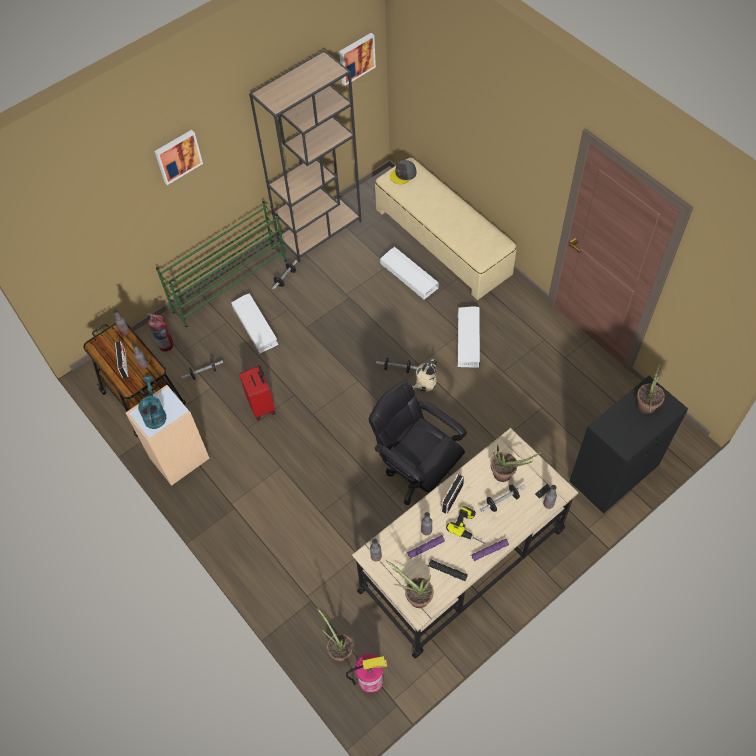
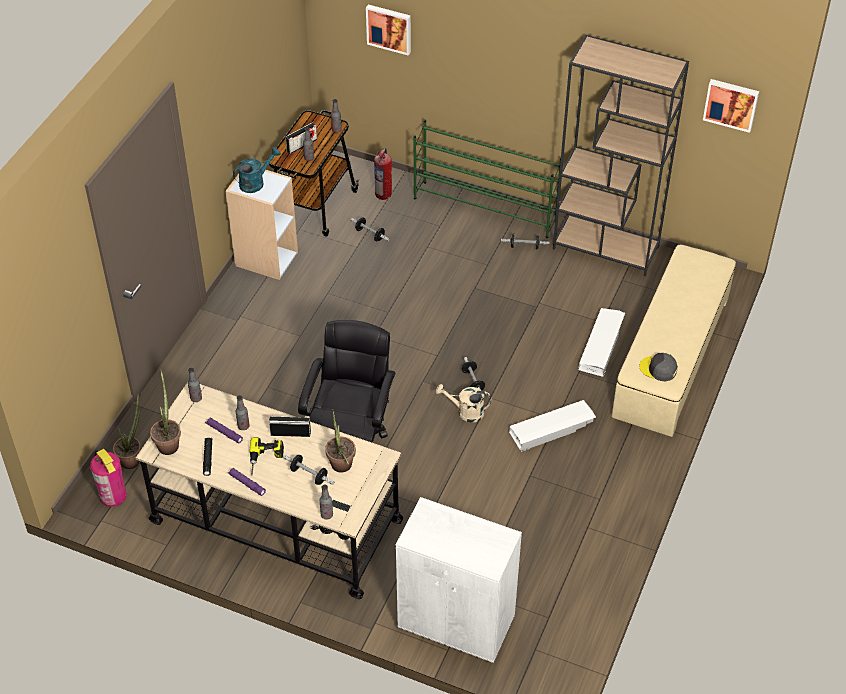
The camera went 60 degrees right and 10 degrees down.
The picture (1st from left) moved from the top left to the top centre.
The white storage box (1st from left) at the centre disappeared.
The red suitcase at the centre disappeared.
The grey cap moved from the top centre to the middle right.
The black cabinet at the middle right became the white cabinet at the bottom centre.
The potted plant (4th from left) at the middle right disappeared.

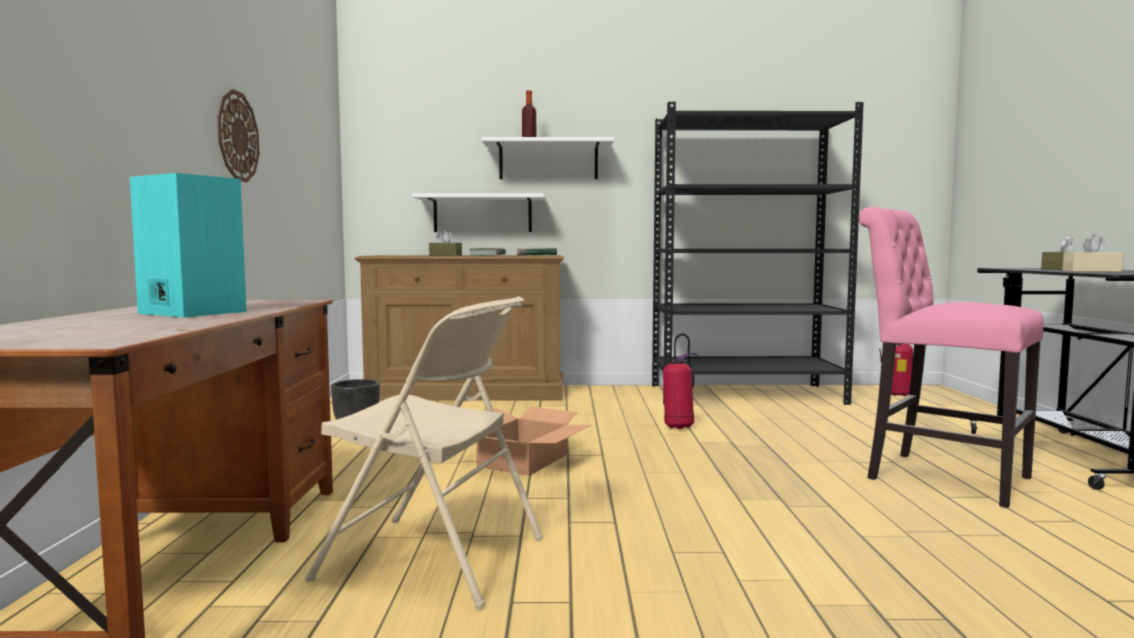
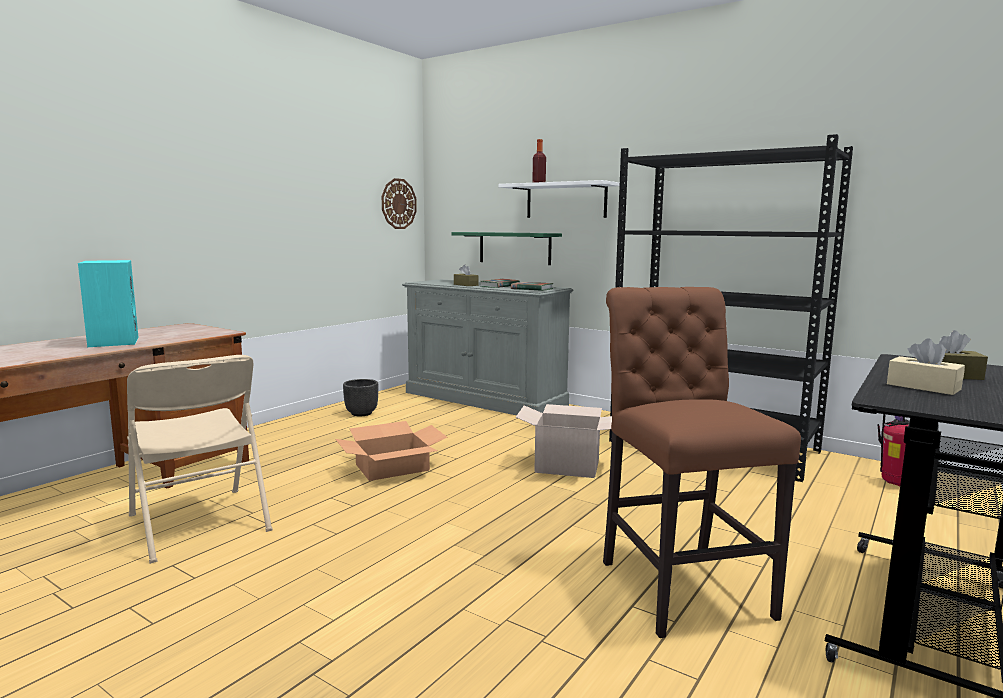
The camera went 35 degrees right and 5 degrees up.
The wall clock moved from the top left to the top centre.
The brown cabinet at the centre became the grey cabinet at the centre.
The white shelf (1st from left) at the top centre became the green shelf at the centre.
The fire extinguisher (1st from left) at the centre was replaced by the cardboard box (2nd from left) at the centre.
The pink stool at the middle right became the brown stool at the middle right.

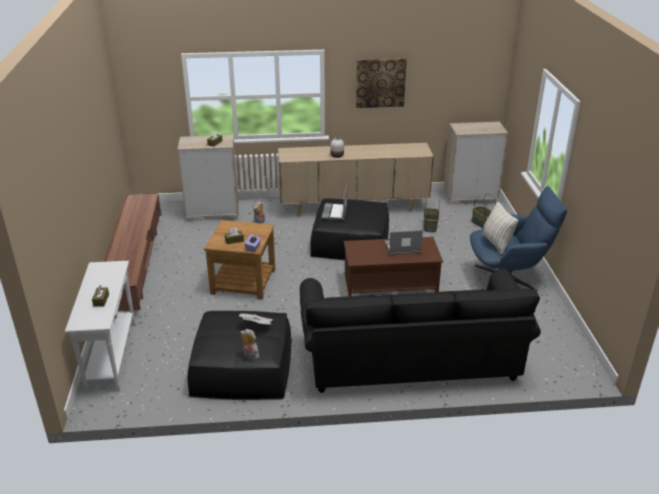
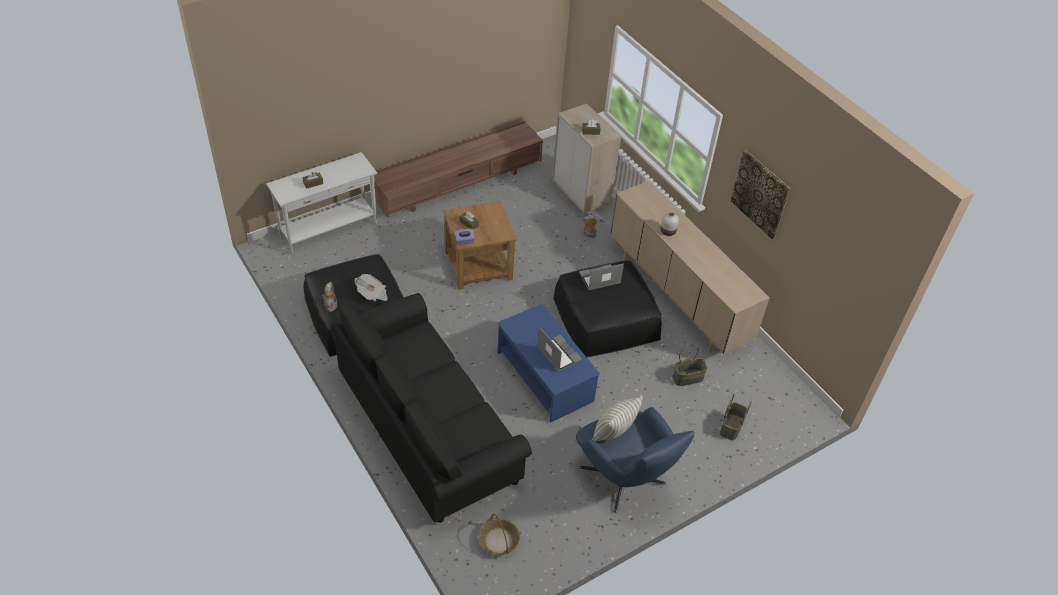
The camera went 60 degrees right and 15 degrees up.
The brown coffee table at the centre became the blue coffee table at the centre.
The beige cabinet (3rd from left) at the top right disappeared.
The basket (1st from left) at the bottom centre appeared.

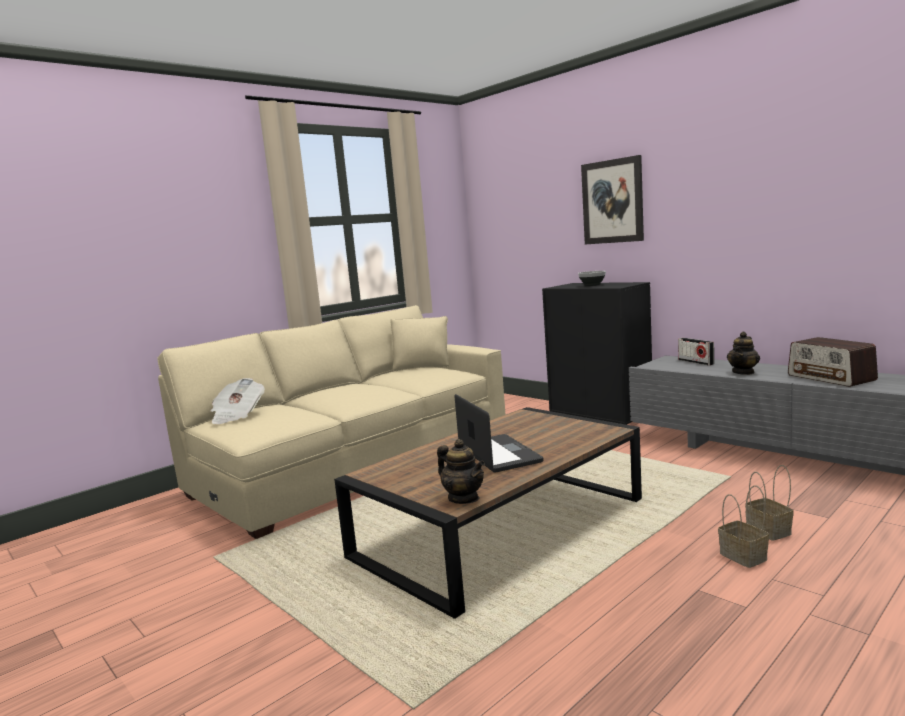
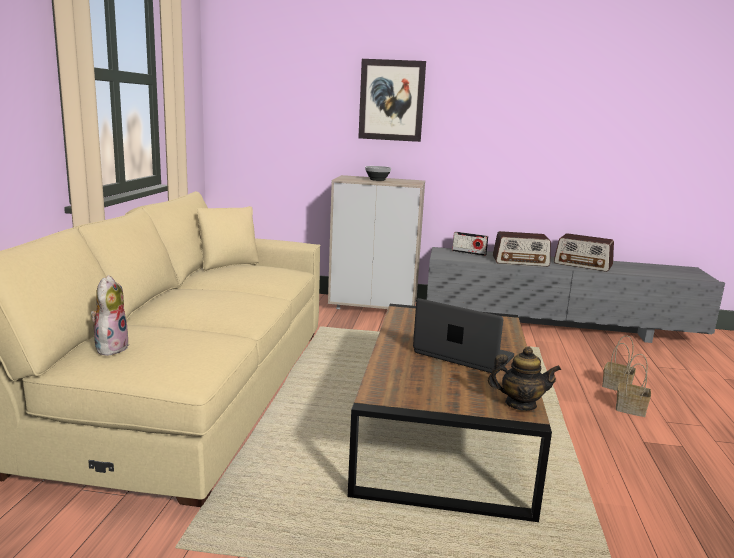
The camera went 40 degrees left and 5 degrees up.
The newspaper at the middle left was replaced by the plush toy at the middle left.
The black cabinet at the centre became the beige cabinet at the centre.
The teapot (2nd from left) at the middle right was replaced by the radio (2nd from left) at the middle right.

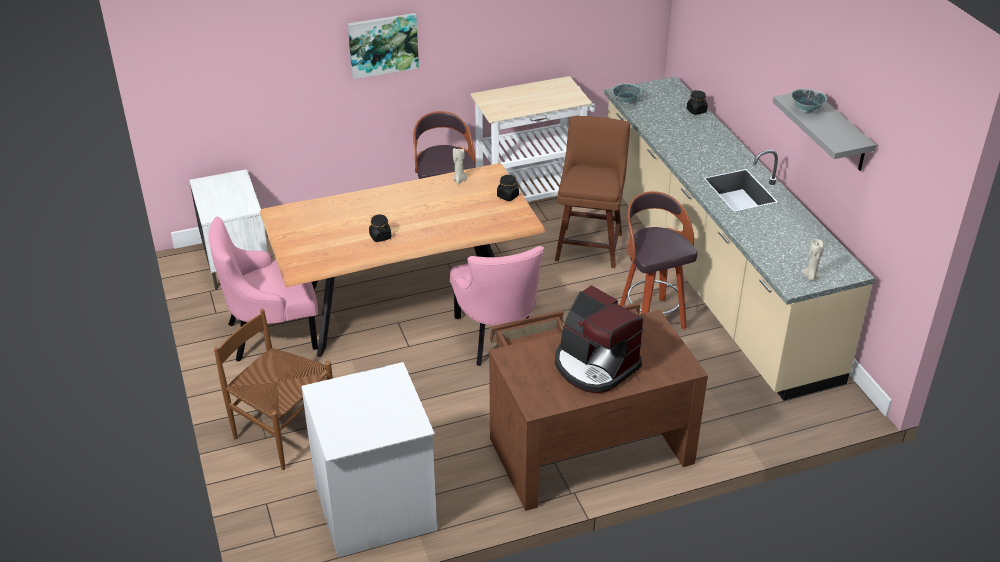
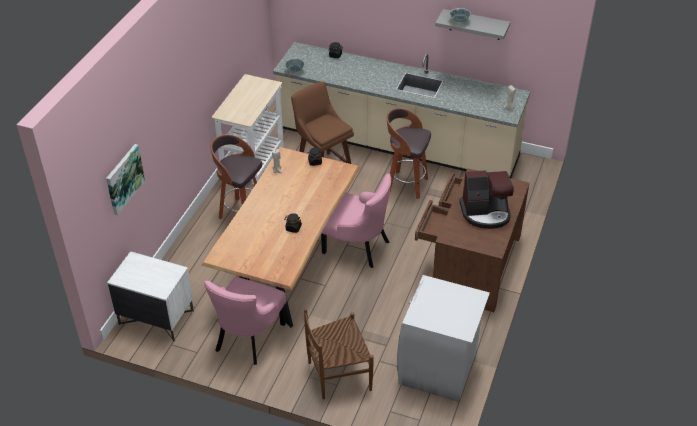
The camera went 50 degrees left and 5 degrees up.
The picture moved from the top centre to the middle left.

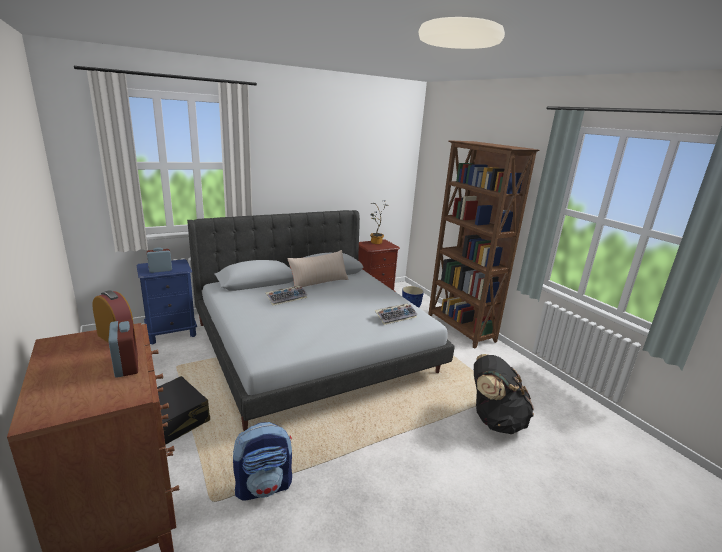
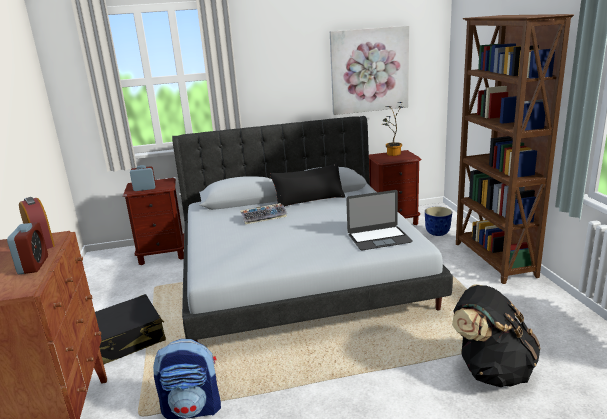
The camera went 20 degrees right and 0 degrees up.
The blue nightstand at the middle left became the brown nightstand (1st from left) at the middle left.
The beige pillow at the centre became the black pillow at the centre.
The keyboard (2nd from left) at the centre was replaced by the laptop at the centre.
The picture at the top centre appeared.

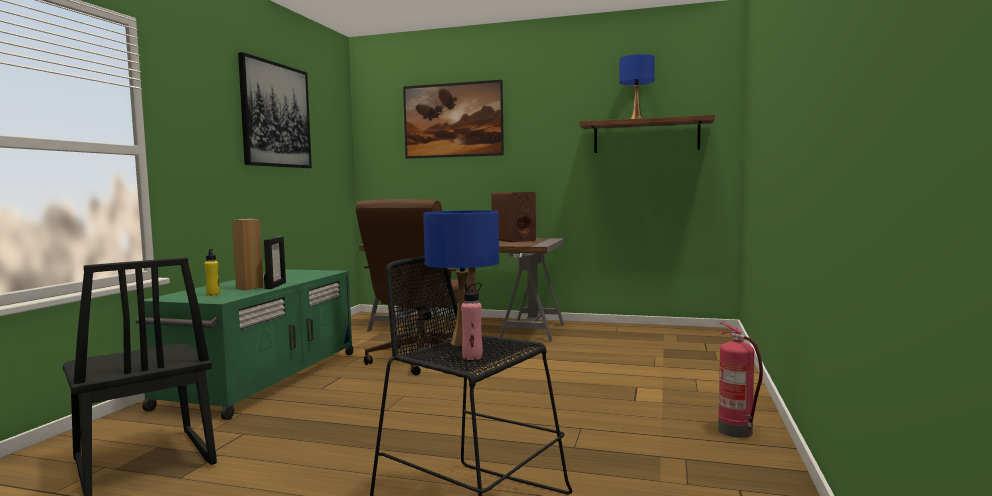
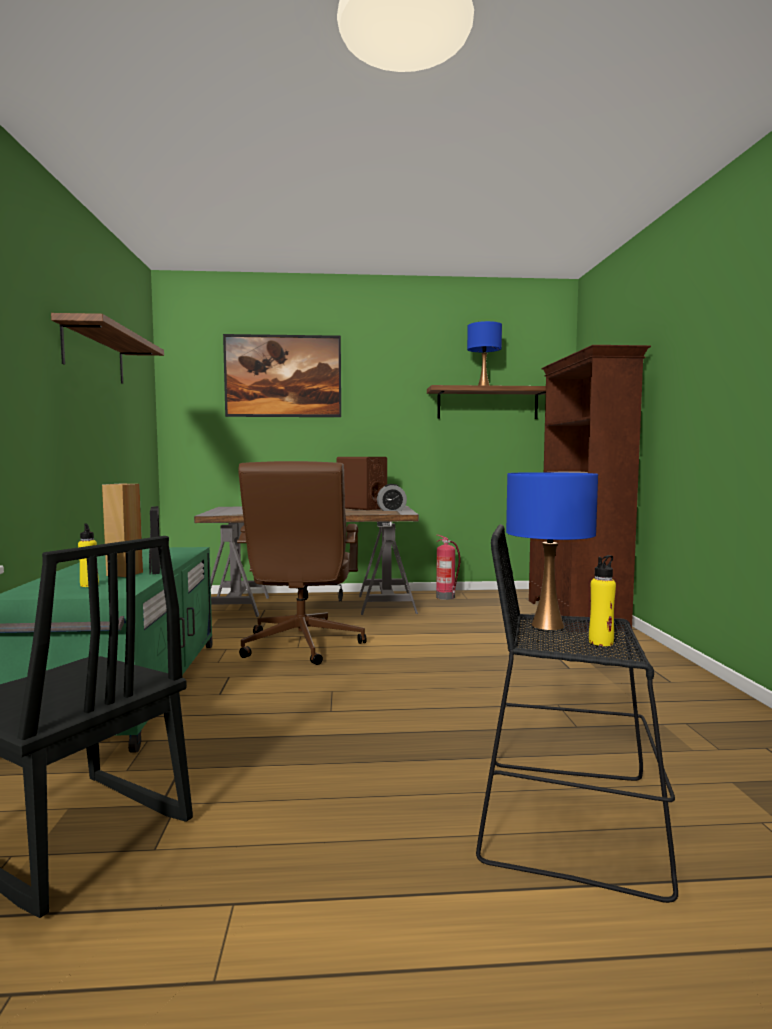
The camera went 20 degrees left and 0 degrees up.
The picture (1st from left) at the top left was replaced by the shelf (1st from left) at the middle left.
The pink bottle at the centre became the yellow bottle (2nd from left) at the middle right.
The fire extinguisher moved from the bottom right to the centre.
The alarm clock at the centre appeared.
The brown bookcase at the middle right appeared.

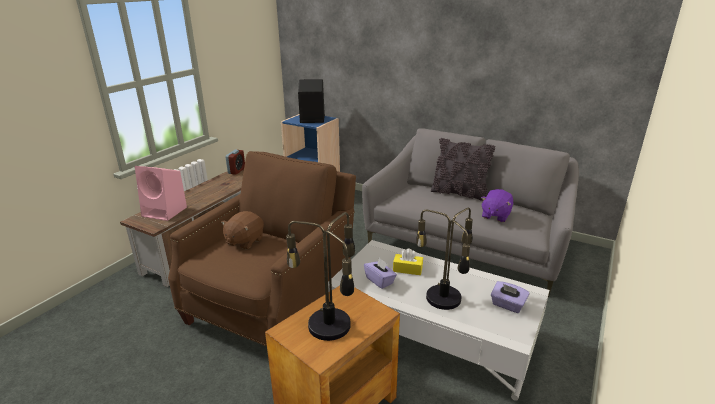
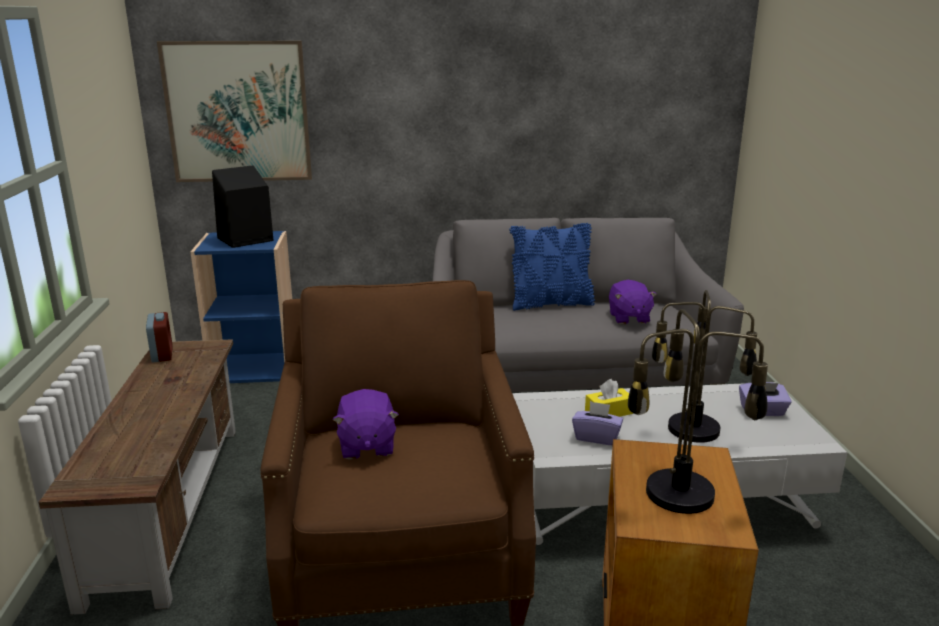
The camera went 35 degrees left and 5 degrees down.
The pink speaker at the middle left disappeared.
The brown plush toy at the centre became the purple plush toy (1st from left) at the bottom centre.
The black pillow at the centre became the blue pillow at the centre.
The picture at the top left appeared.

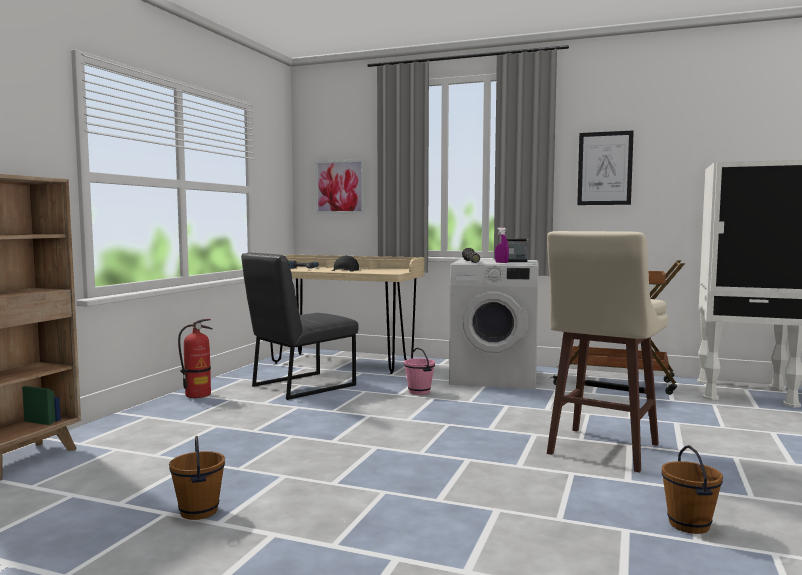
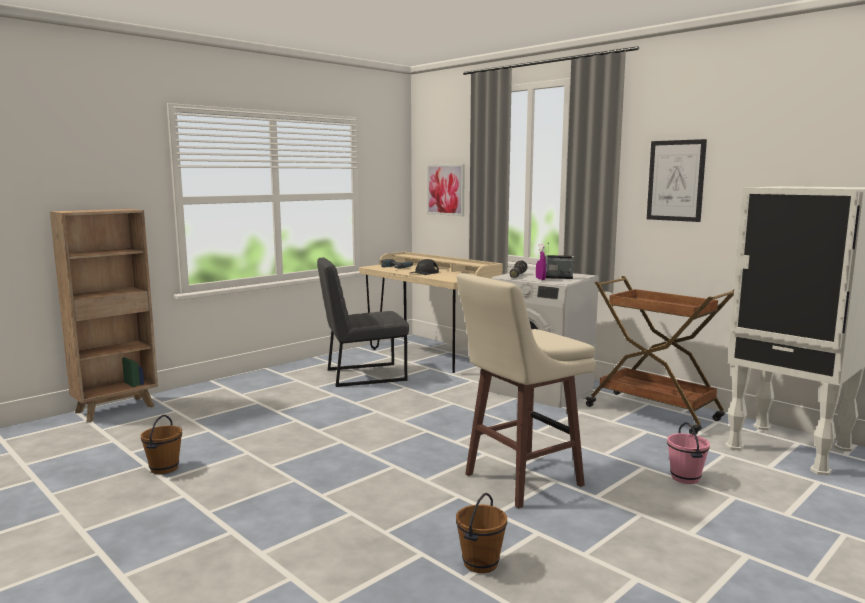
The camera went 25 degrees right and 5 degrees up.
The fire extinguisher at the middle left disappeared.
The pink bucket moved from the centre to the bottom right.

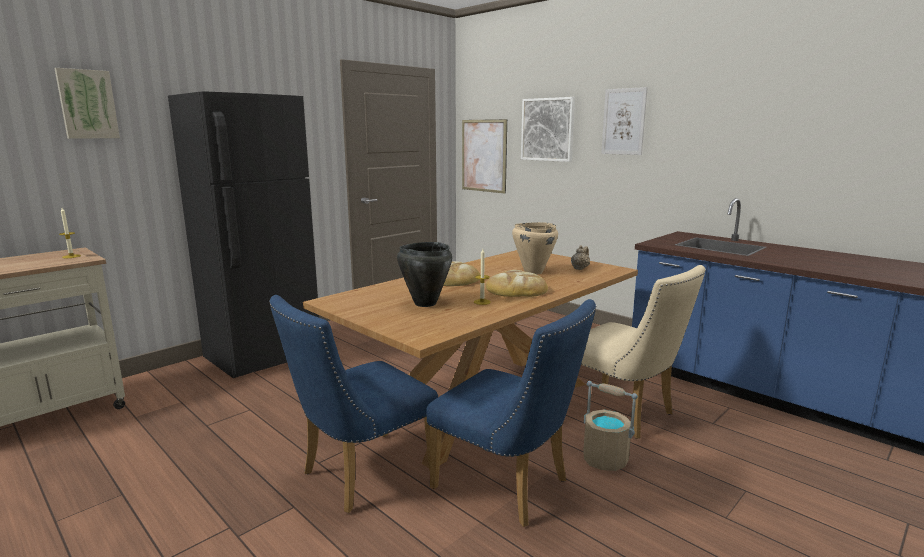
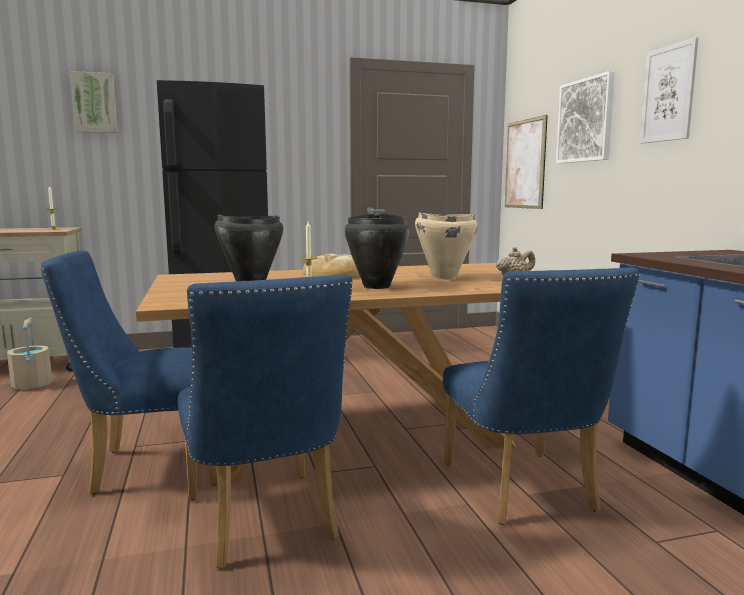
The camera went 30 degrees right and 5 degrees down.
The bread (2nd from left) at the centre was replaced by the black cooking pot (2nd from left) at the centre.
The beige chair at the middle right became the blue chair (3rd from left) at the middle right.
The beige bucket moved from the bottom centre to the middle left.

